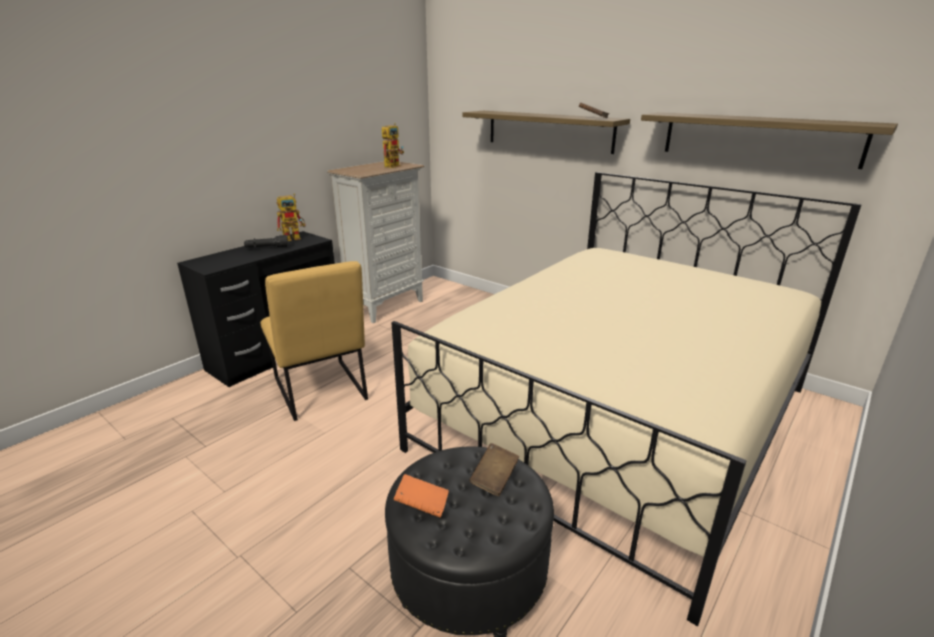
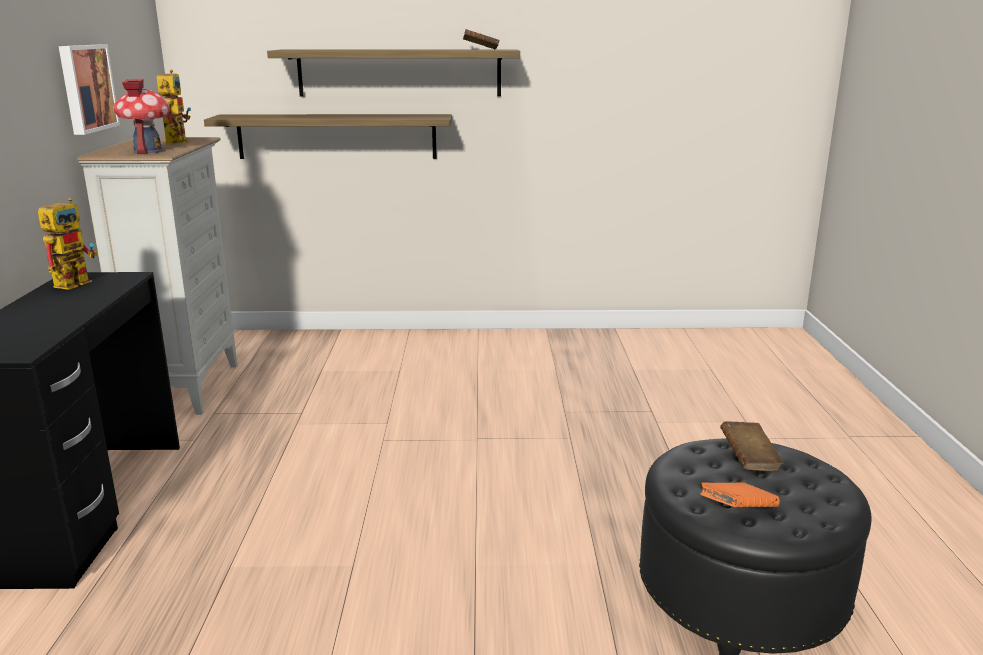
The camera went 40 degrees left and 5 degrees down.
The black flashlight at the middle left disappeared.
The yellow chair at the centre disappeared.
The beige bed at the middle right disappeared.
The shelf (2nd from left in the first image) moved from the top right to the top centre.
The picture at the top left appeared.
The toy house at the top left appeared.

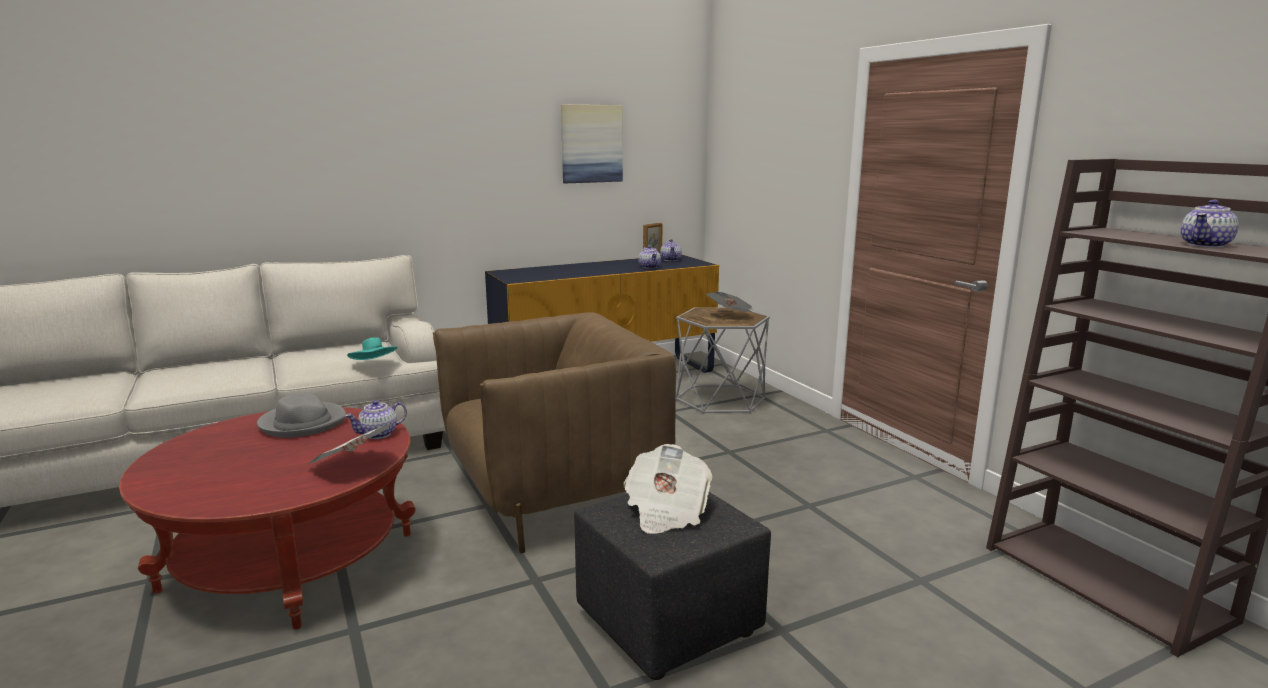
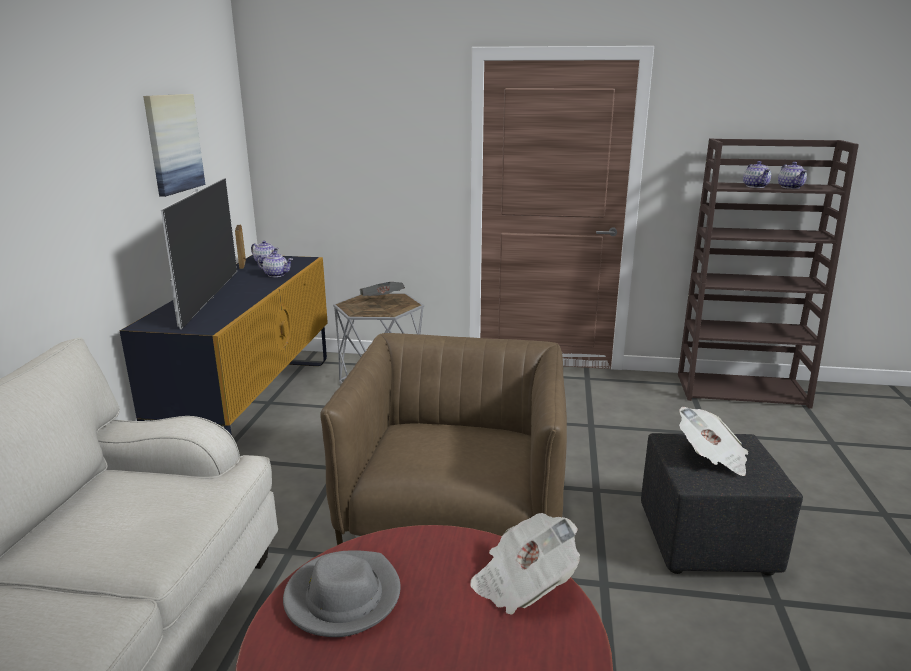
The camera went 55 degrees left and 5 degrees up.
The teapot (1st from left in the first image) moved from the middle left to the top right.
The turquoise hat at the middle left disappeared.
The television at the middle left appeared.

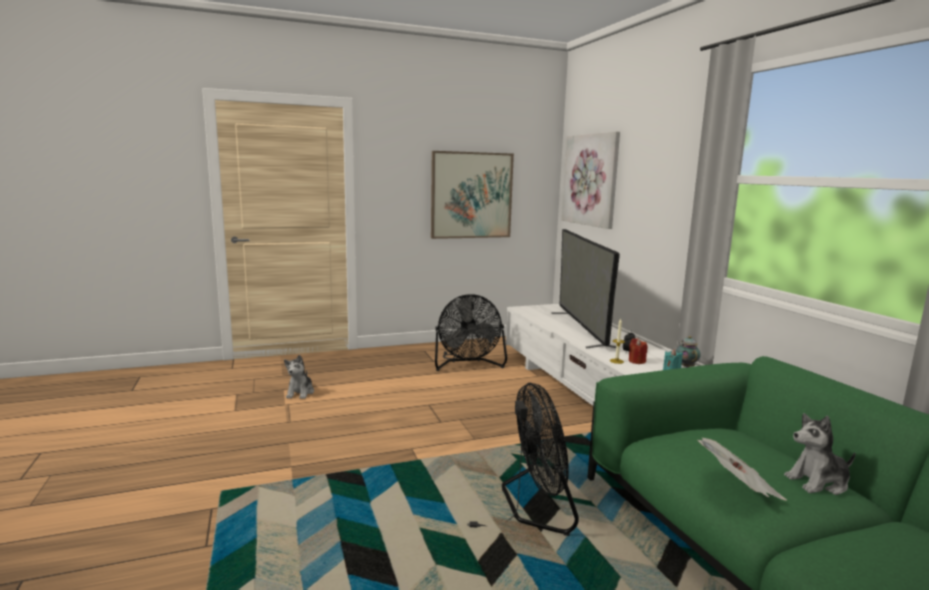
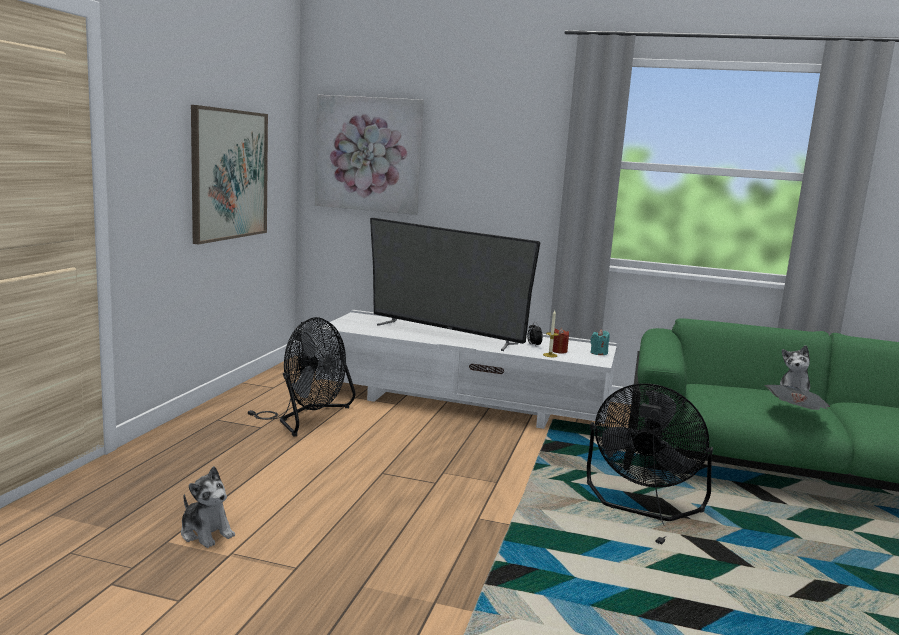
The camera went 55 degrees left and 0 degrees up.
The teapot at the middle right disappeared.

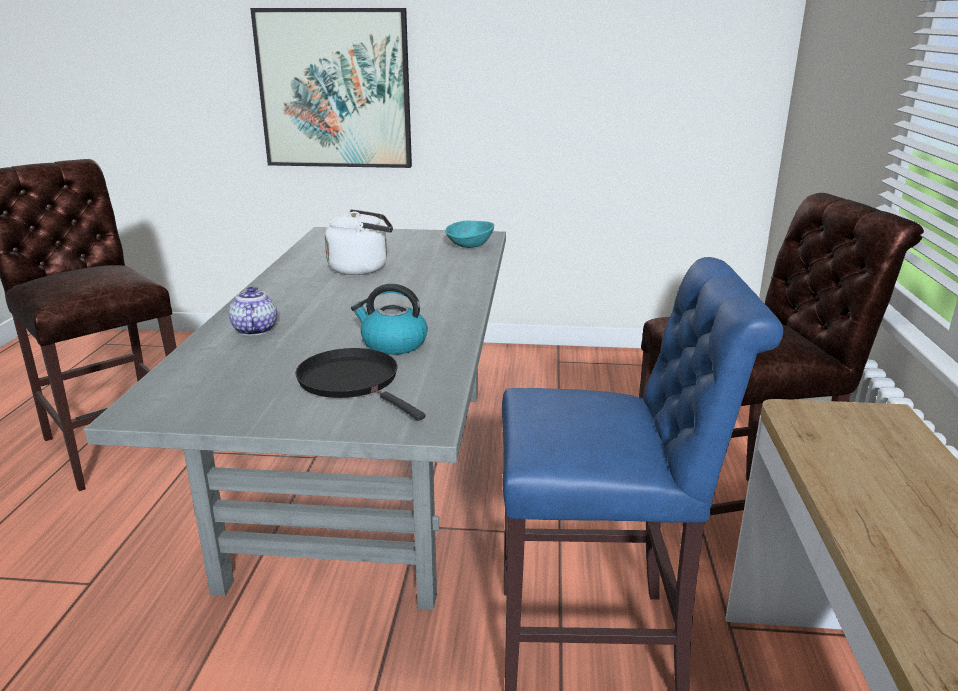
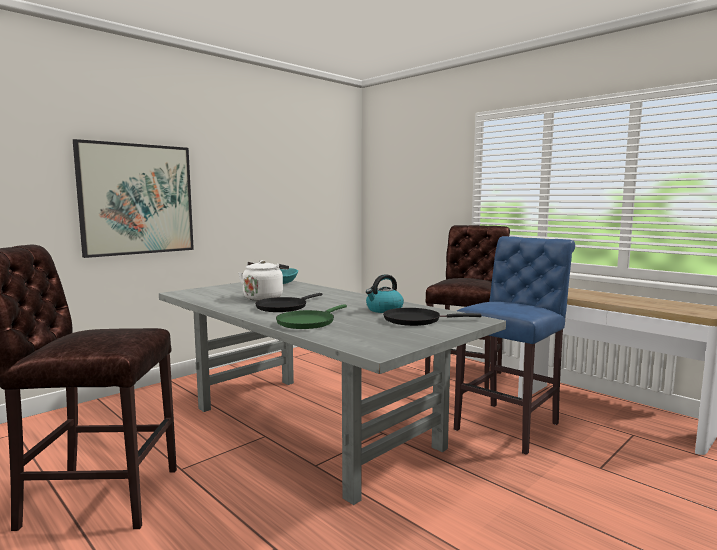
The camera went 50 degrees left and 15 degrees down.
The teapot at the middle left was replaced by the green frying pan at the centre.
The black frying pan (1st from left) at the centre appeared.

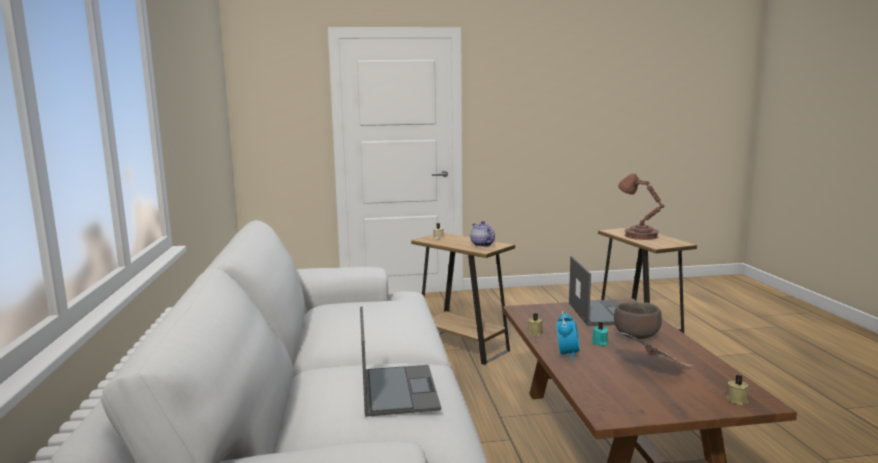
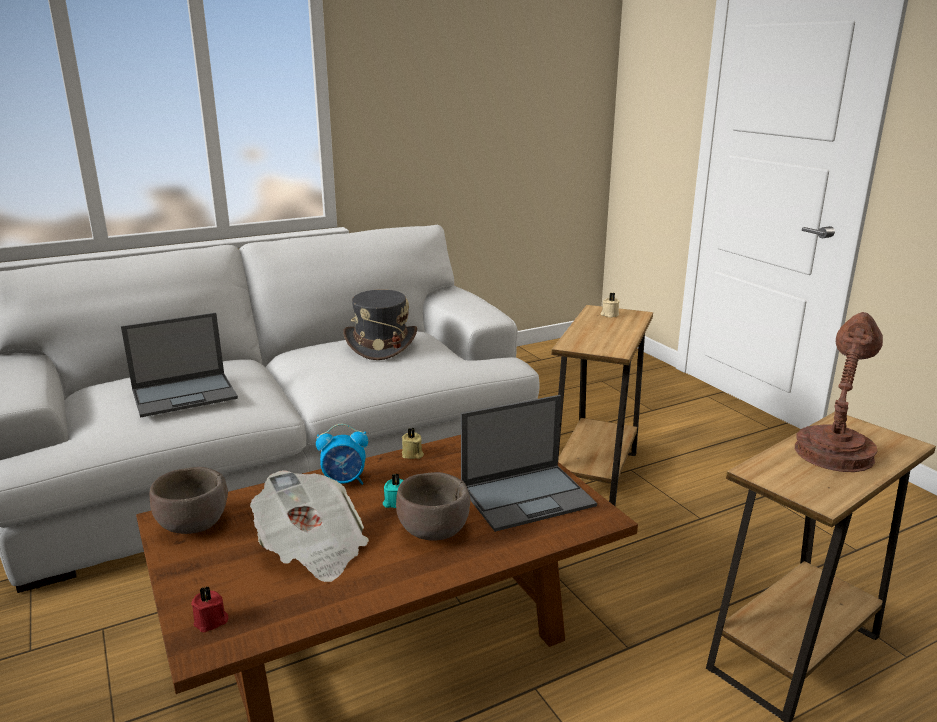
The camera went 70 degrees right and 10 degrees up.
The teapot at the centre disappeared.
The beige candle (3rd from left) at the bottom right became the red candle at the bottom left.
The brown bowl (1st from left) at the bottom left appeared.
The grey hat at the centre appeared.

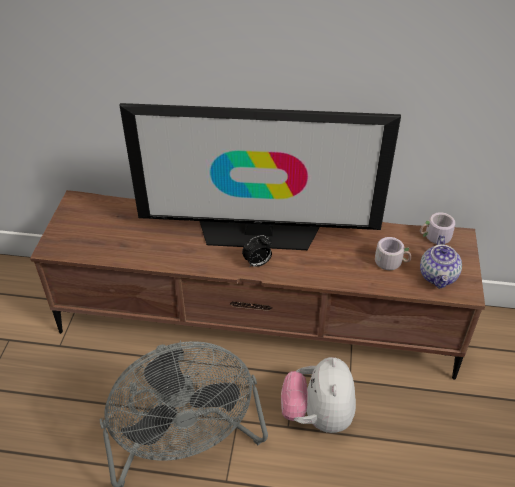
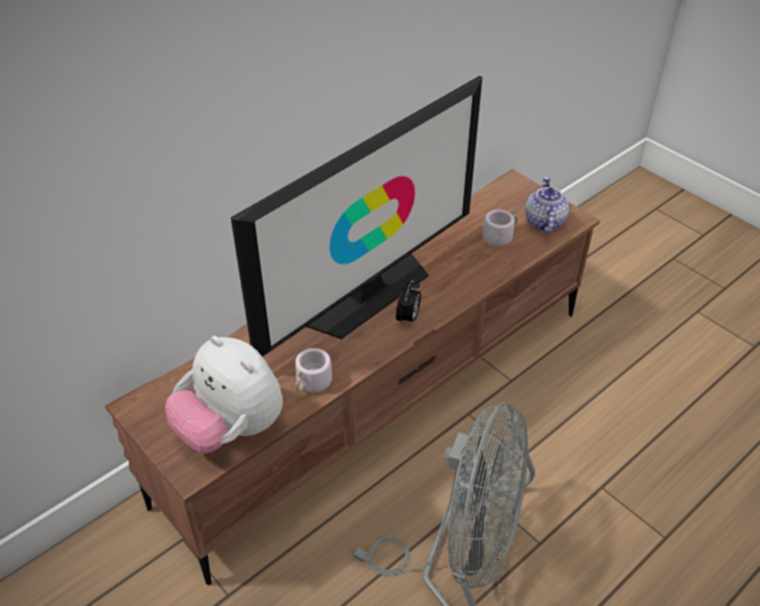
The camera went 50 degrees left and 0 degrees up.
The plush toy moved from the bottom centre to the middle left.
The grey mug (2nd from left in the first image) moved from the middle right to the centre.
The teapot at the middle right turned 135 degrees counterclockwise.

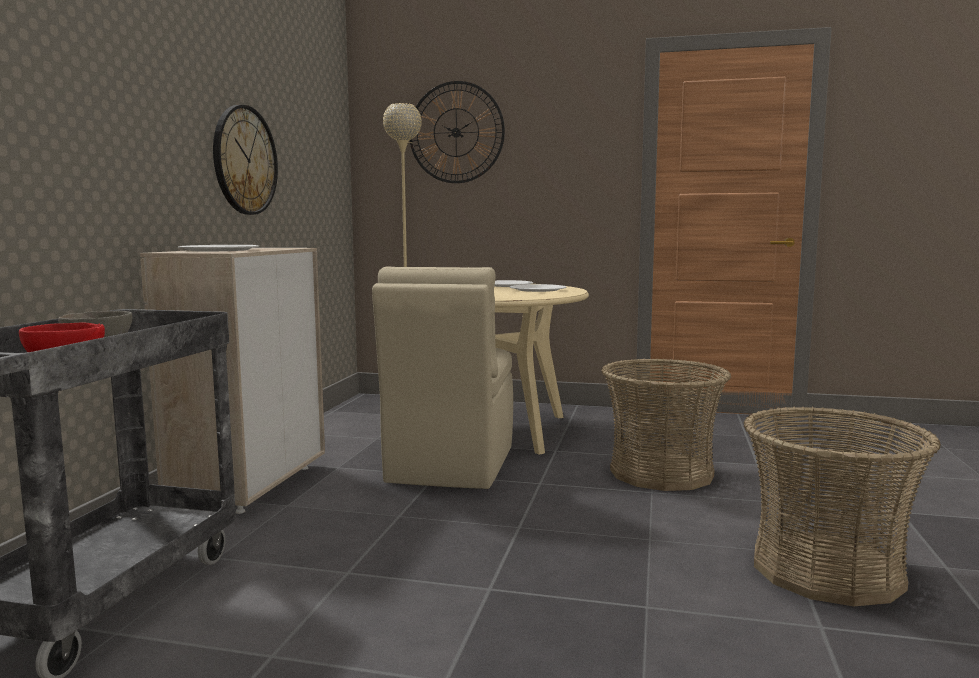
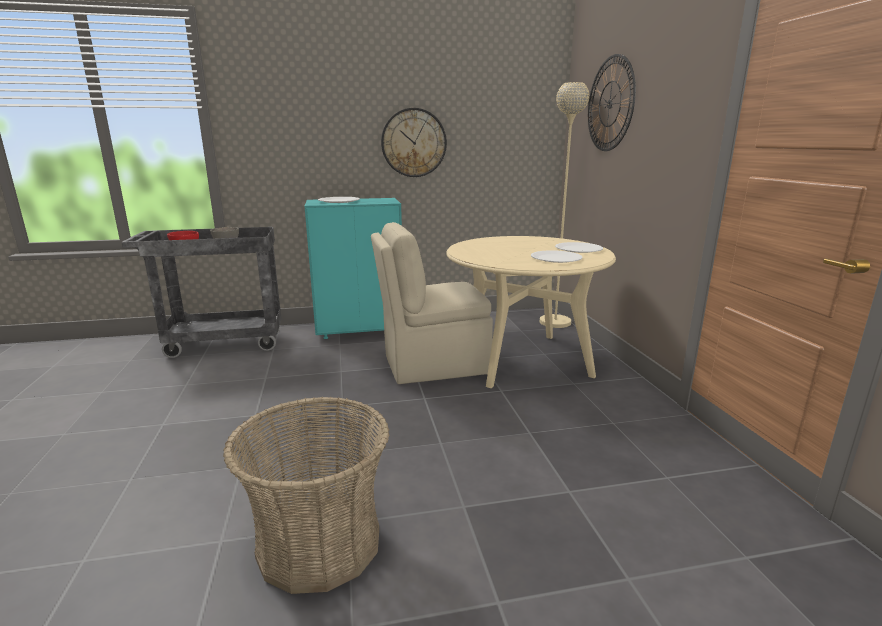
The camera went 65 degrees right and 10 degrees up.
The beige cabinet at the middle left became the turquoise cabinet at the centre.
The basket (1st from left) at the middle right disappeared.

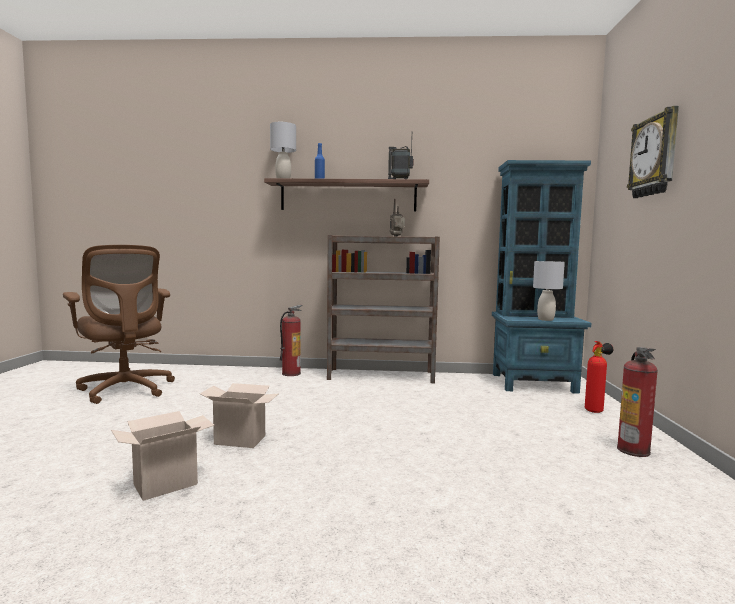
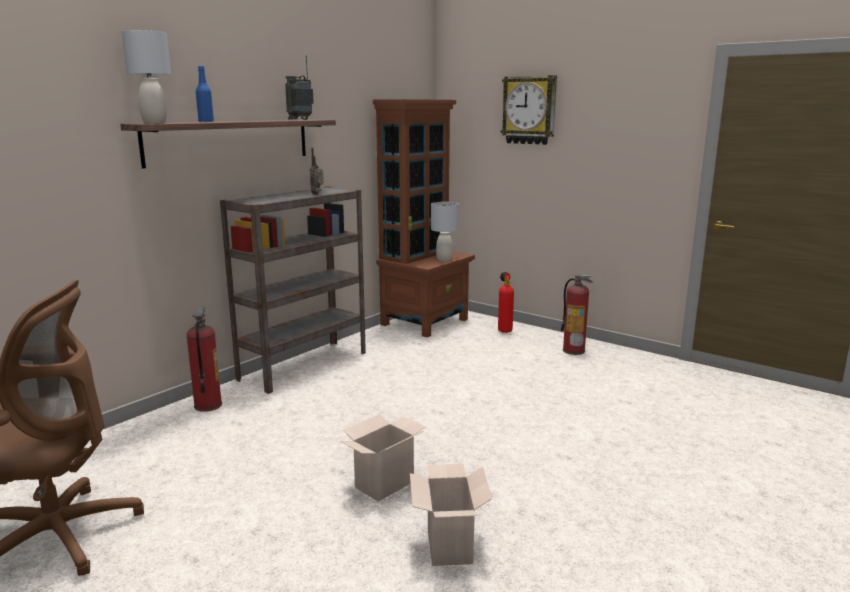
The camera went 55 degrees left and 10 degrees up.
The blue cabinet at the middle right became the brown cabinet at the centre.

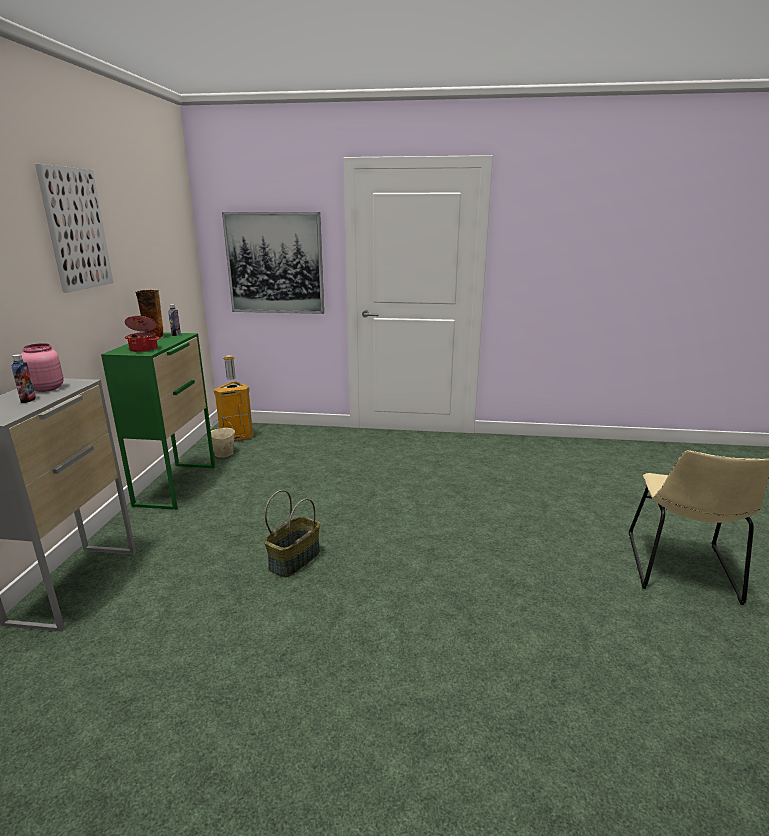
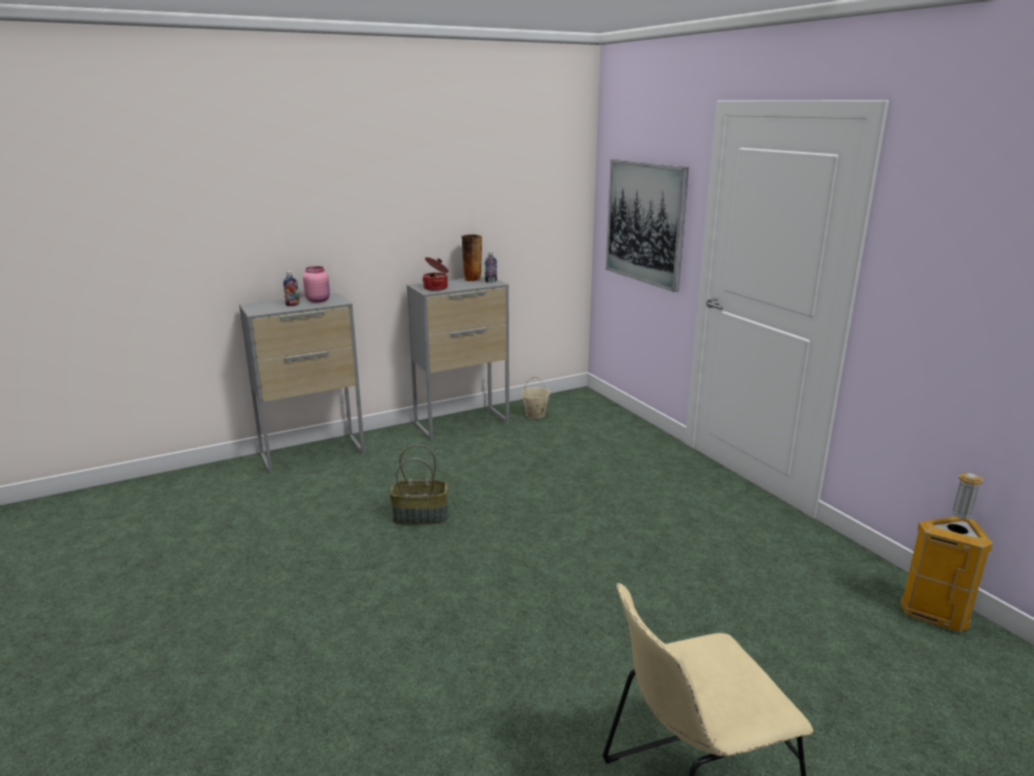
The camera went 55 degrees right and 0 degrees up.
The picture (1st from left) at the top left disappeared.
The green cabinet at the middle left became the grey cabinet (2nd from left) at the centre.
The trash can moved from the middle left to the bottom right.

